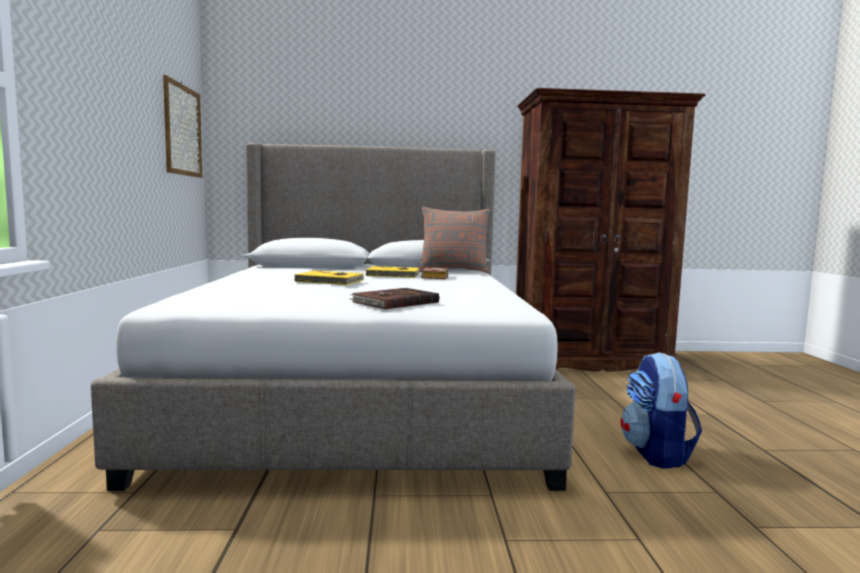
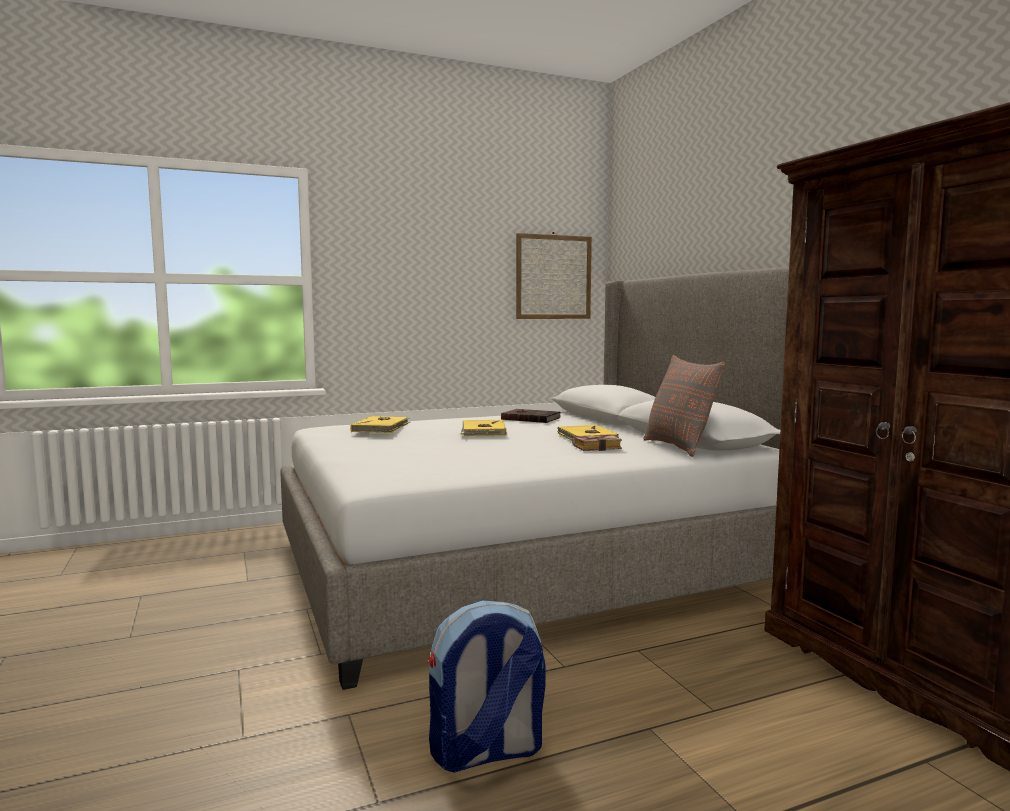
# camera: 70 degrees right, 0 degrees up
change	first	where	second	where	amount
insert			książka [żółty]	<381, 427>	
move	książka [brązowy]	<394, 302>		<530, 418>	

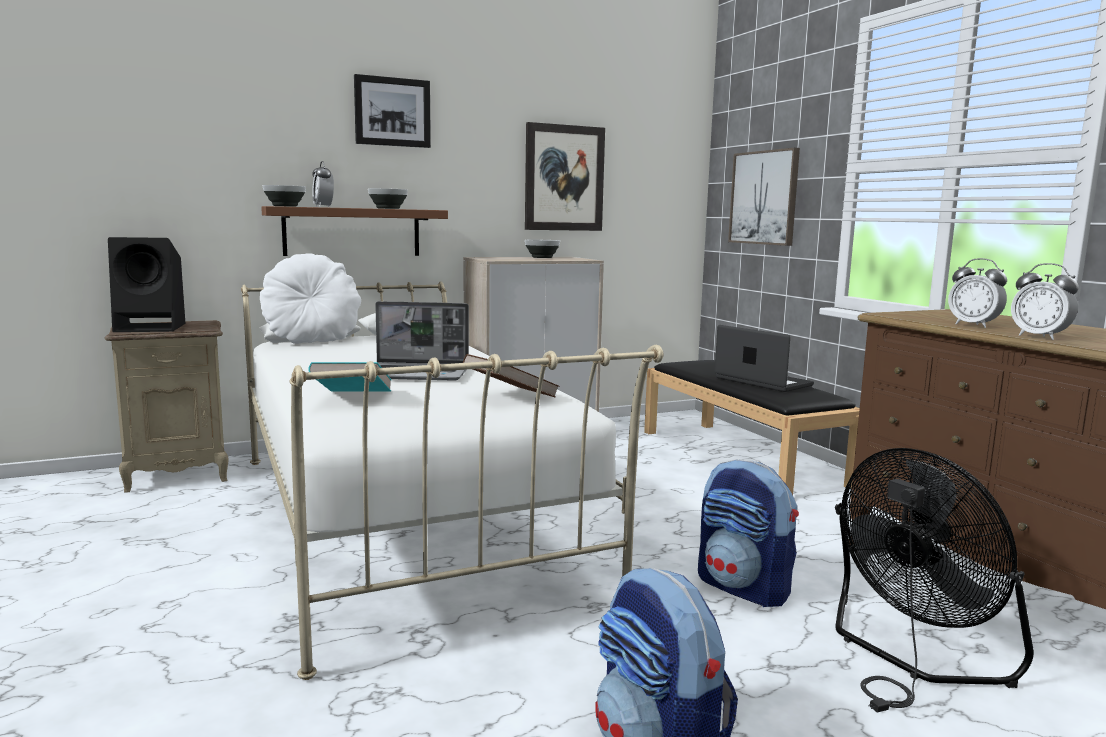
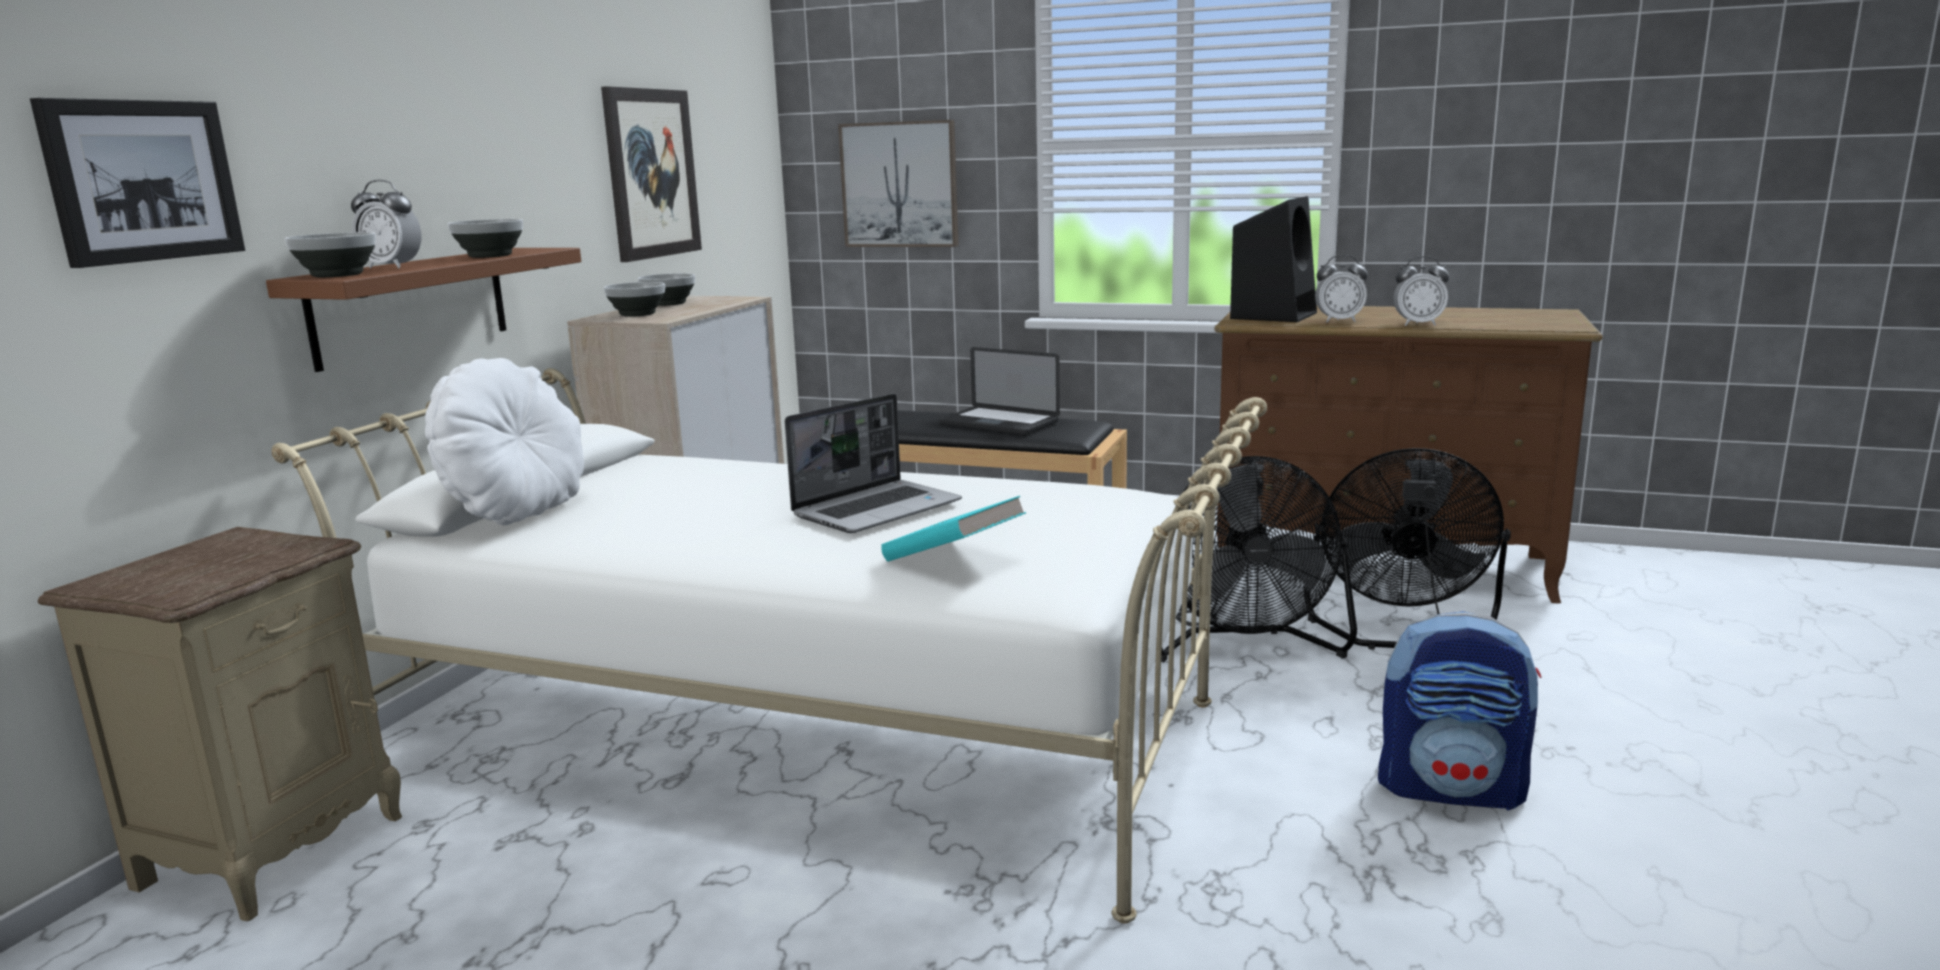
# camera: 45 degrees left, 5 degrees up
change	first	where	second	where	amount
move	obraz	<392, 112>		<141, 181>	
insert			miska	<636, 314>	
rotate	laptop	<763, 382>		<999, 423>	150 degrees counterclockwise
replace	plecak	<744, 588>	wentylator [czarny]	<1237, 643>	
move	głośnik [czarny]	<152, 327>		<1273, 315>	
delete	książka [brązowy]	<510, 396>			

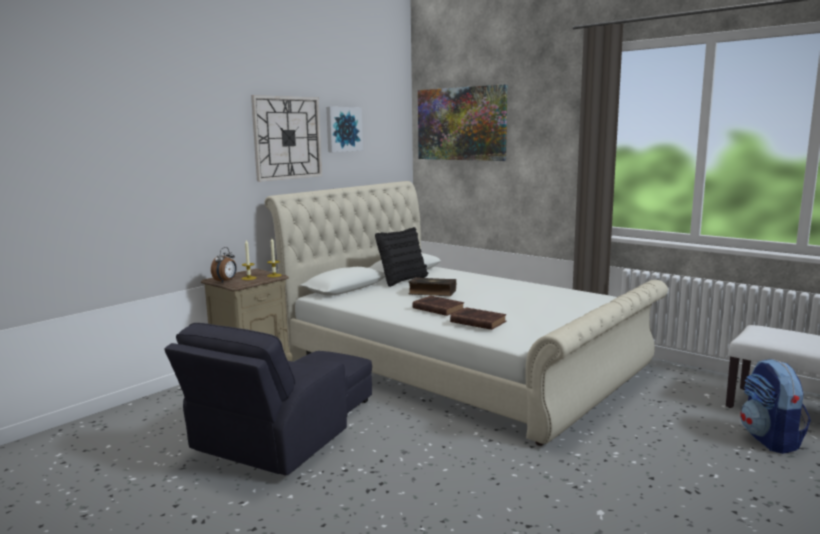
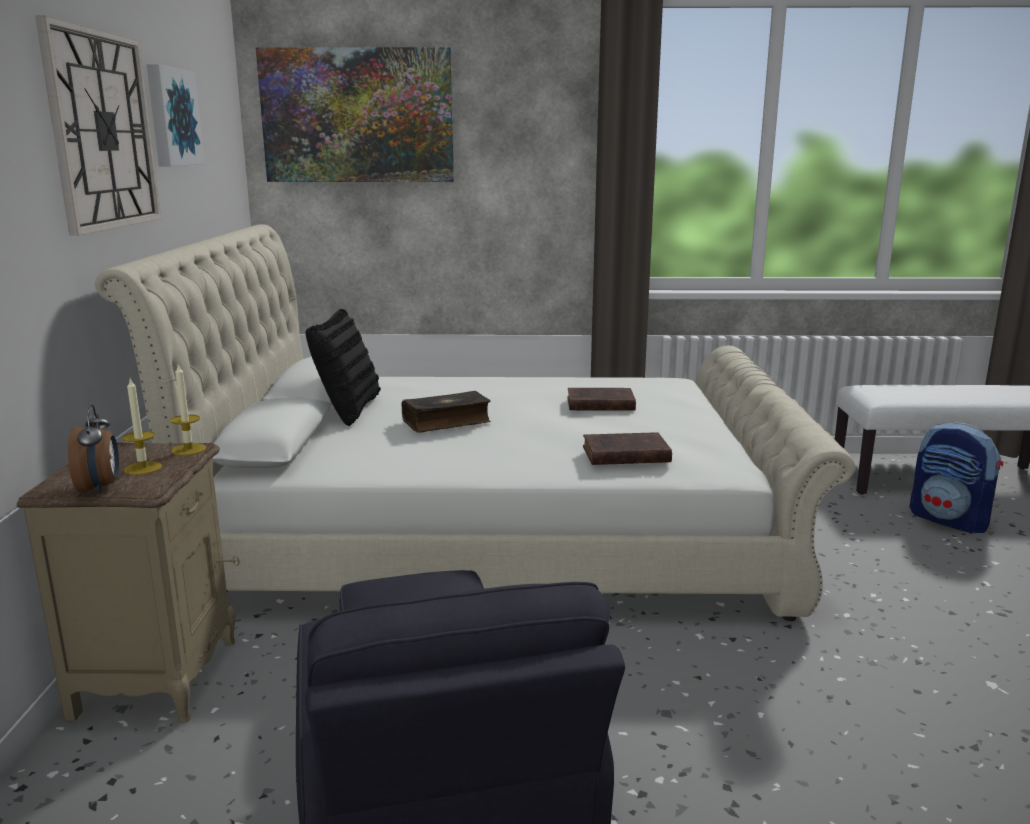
# camera: 40 degrees left, 5 degrees up
change	first	where	second	where	amount
move	książka [brązowy]	<437, 308>		<598, 404>	

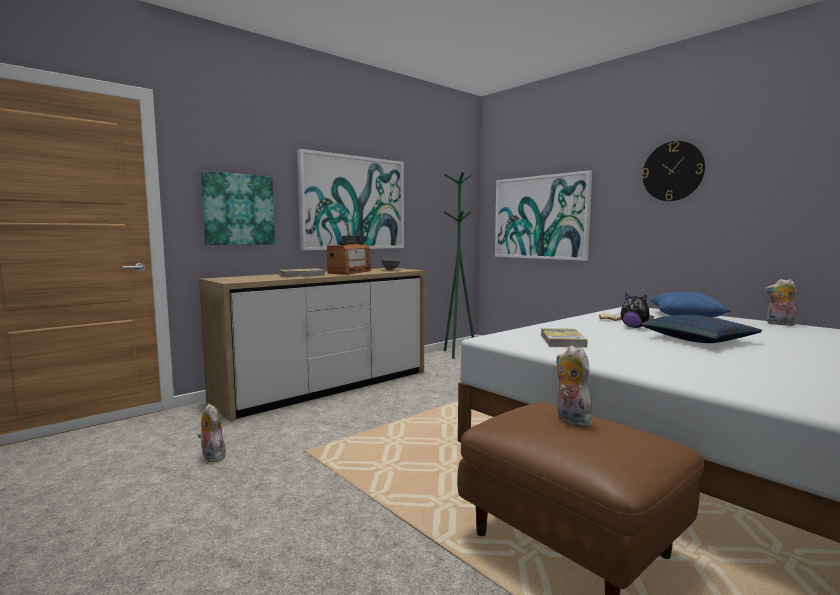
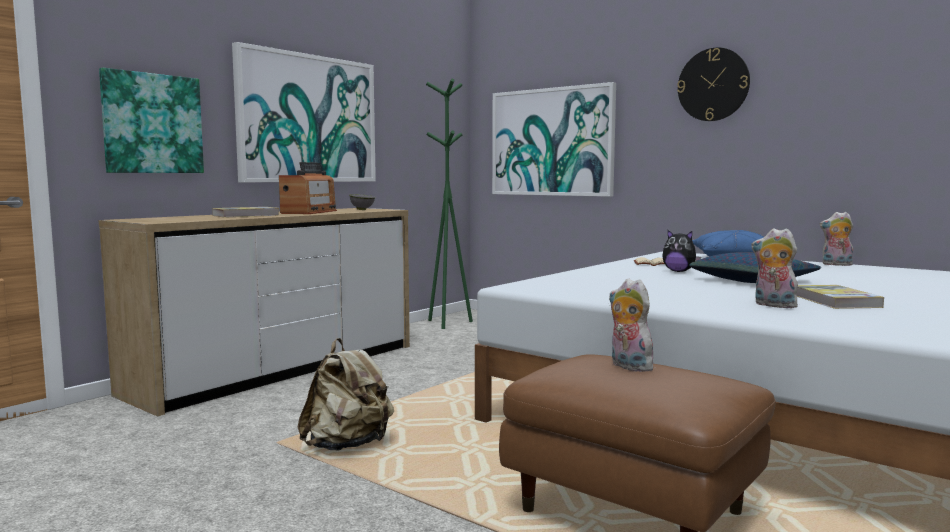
# camera: 10 degrees left, 0 degrees up
change	first	where	second	where	amount
insert			plecak [beżowy]	<348, 445>	
move	pluszak	<211, 457>		<773, 305>	
move	książka	<562, 340>		<835, 301>	

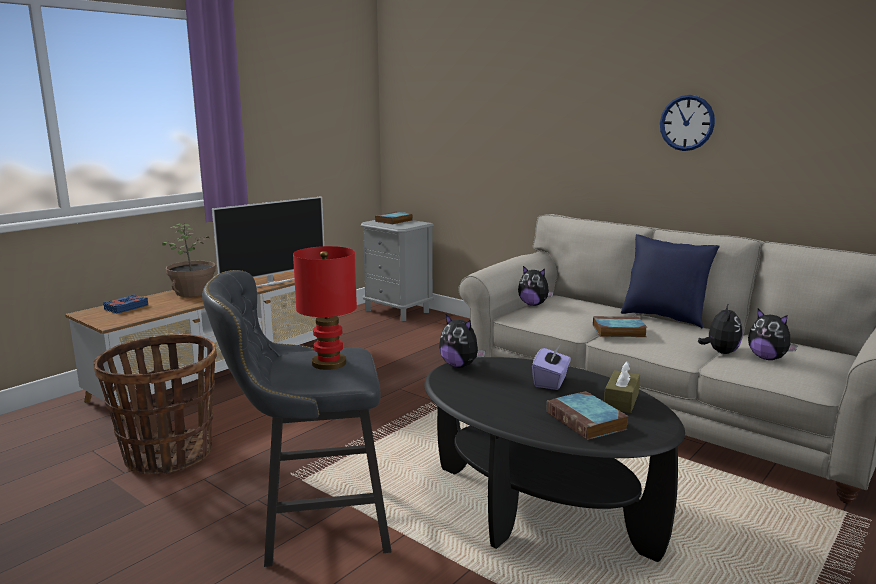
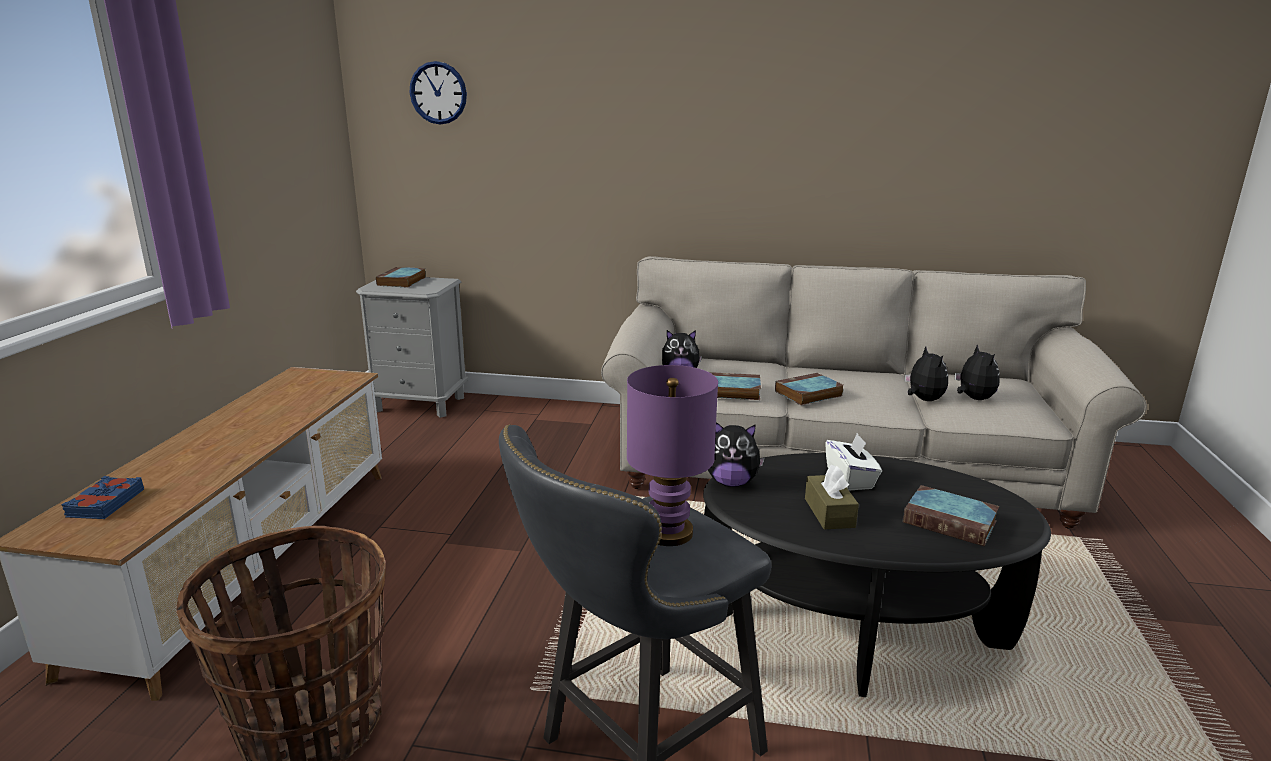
# camera: 30 degrees left, 5 degrees up
change	first	where	second	where	amount
move	zegar ścienny	<687, 123>		<438, 93>	
recolor	lampa stołowa [czerwony]	<328, 363>	lampa stołowa [fioletowy]	<667, 532>	
insert			książka	<731, 391>	
move	pudełko chusteczek [brązowy]	<621, 401>		<829, 513>	
recolor	pudełko chusteczek [fioletowy]	<551, 381>	pudełko chusteczek [biały]	<850, 479>	
rotate	pluszak	<767, 358>		<973, 398>	120 degrees counterclockwise
delete	roślina doniczkowa	<193, 292>			
delete	telewizor	<272, 283>			
delete	poduszka [niebieski]	<664, 317>			

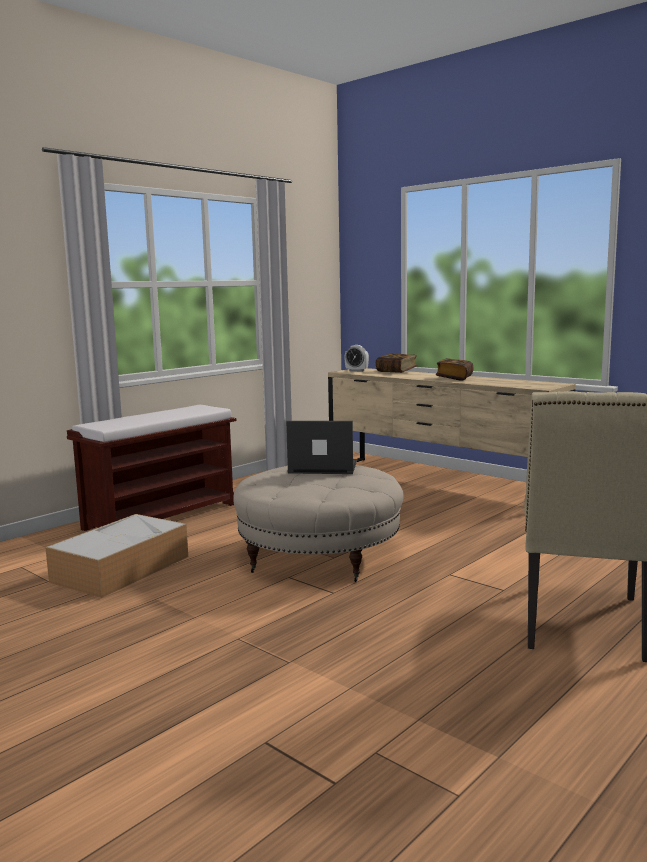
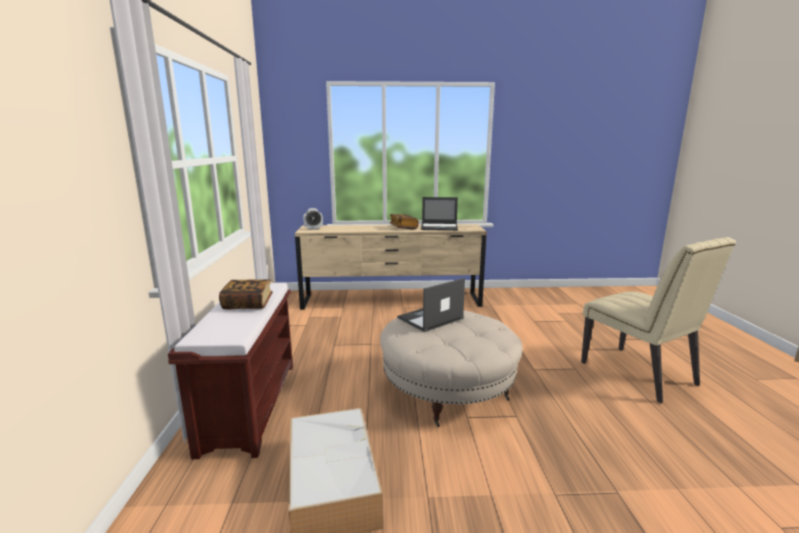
# camera: 45 degrees left, 5 degrees up
change	first	where	second	where	amount
move	książka	<396, 371>		<248, 304>	
insert			laptop	<440, 227>	

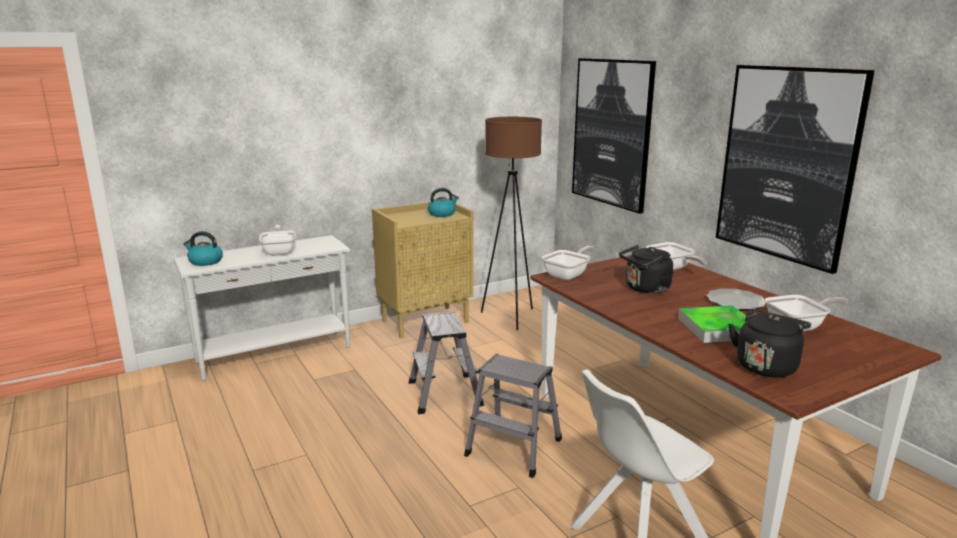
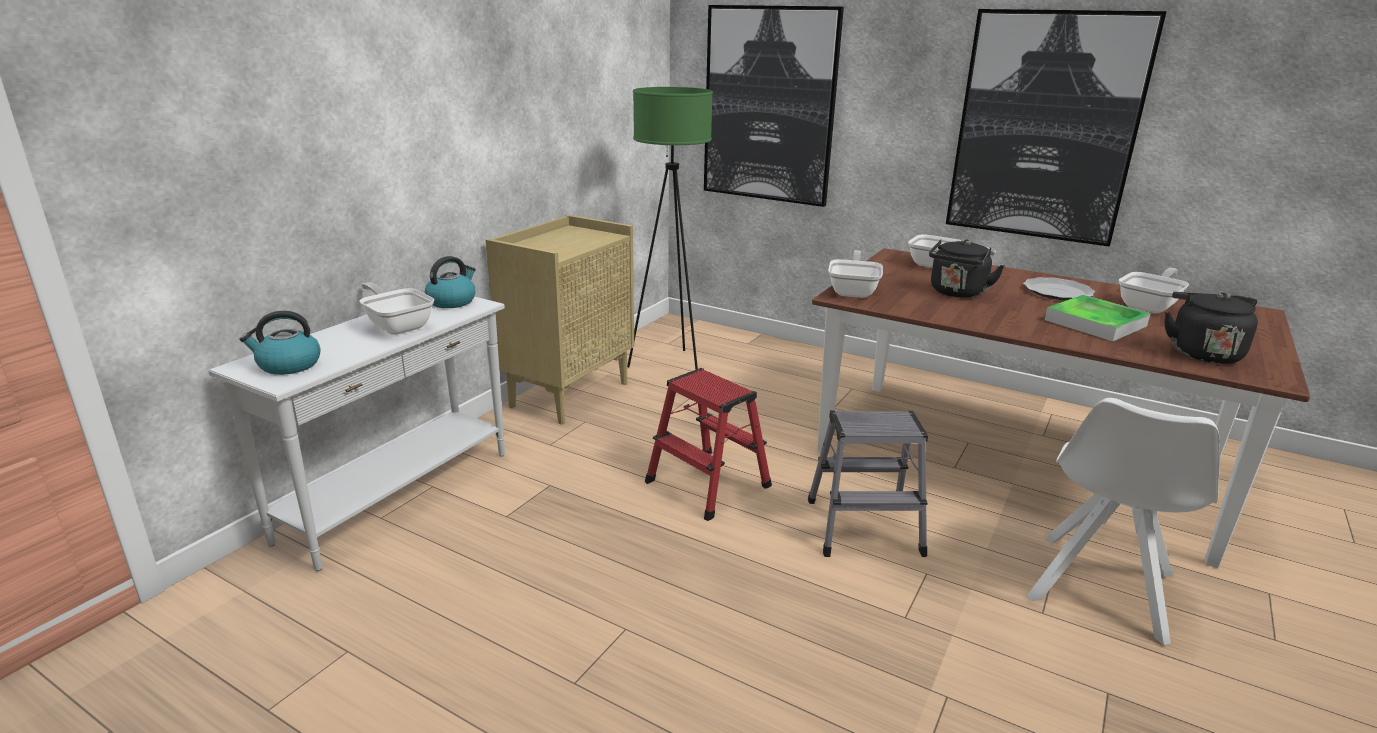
# camera: 30 degrees left, 5 degrees up
change	first	where	second	where	amount
move	czajnik	<442, 214>		<452, 301>	
recolor	lampa stojąca [brązowy]	<510, 317>	lampa stojąca [zielony]	<670, 366>	
recolor	drabinka [szary]	<445, 393>	drabinka [czerwony]	<708, 484>	

